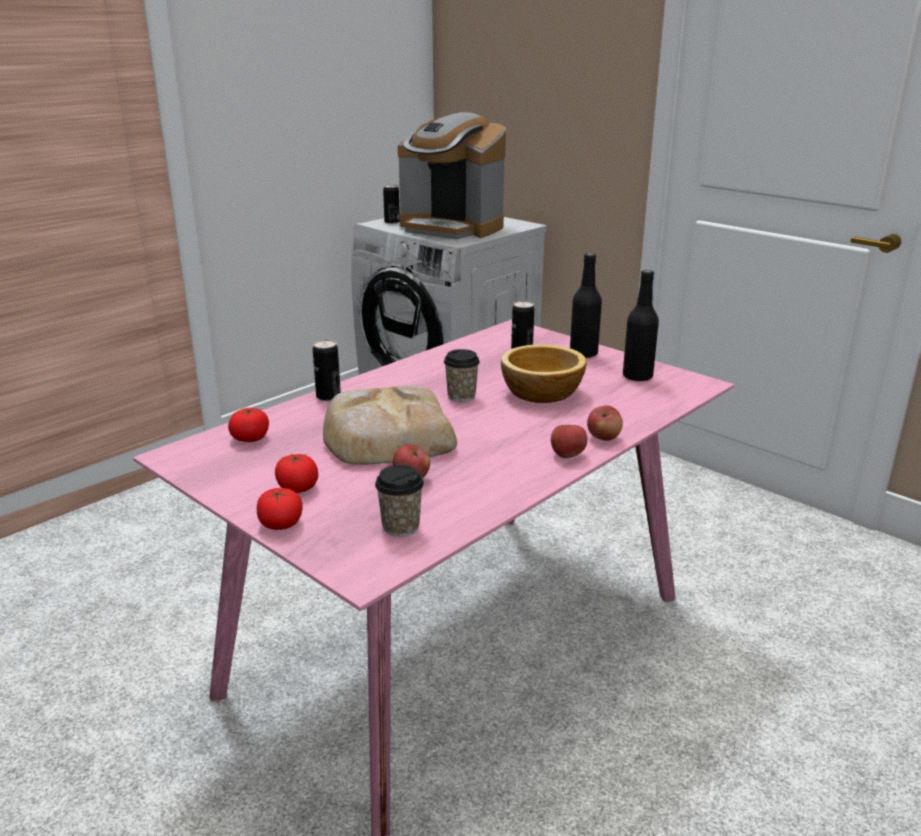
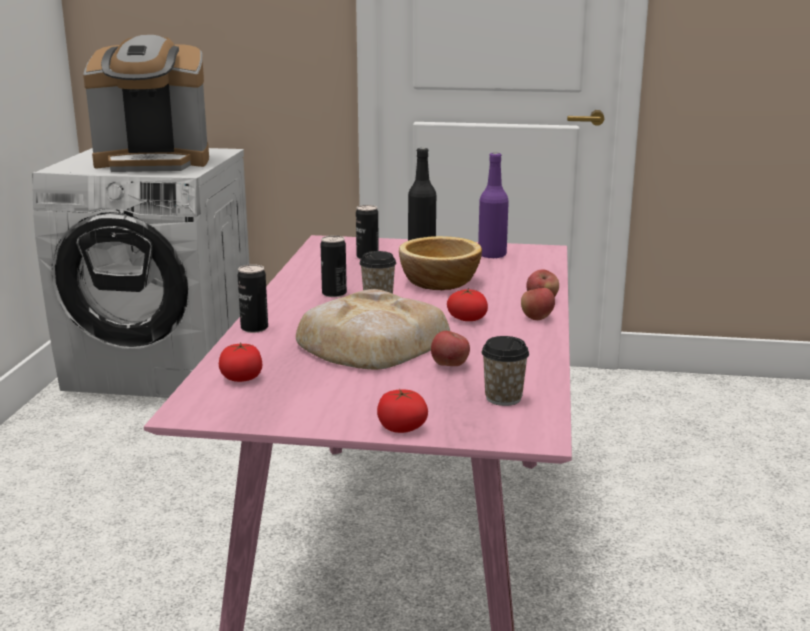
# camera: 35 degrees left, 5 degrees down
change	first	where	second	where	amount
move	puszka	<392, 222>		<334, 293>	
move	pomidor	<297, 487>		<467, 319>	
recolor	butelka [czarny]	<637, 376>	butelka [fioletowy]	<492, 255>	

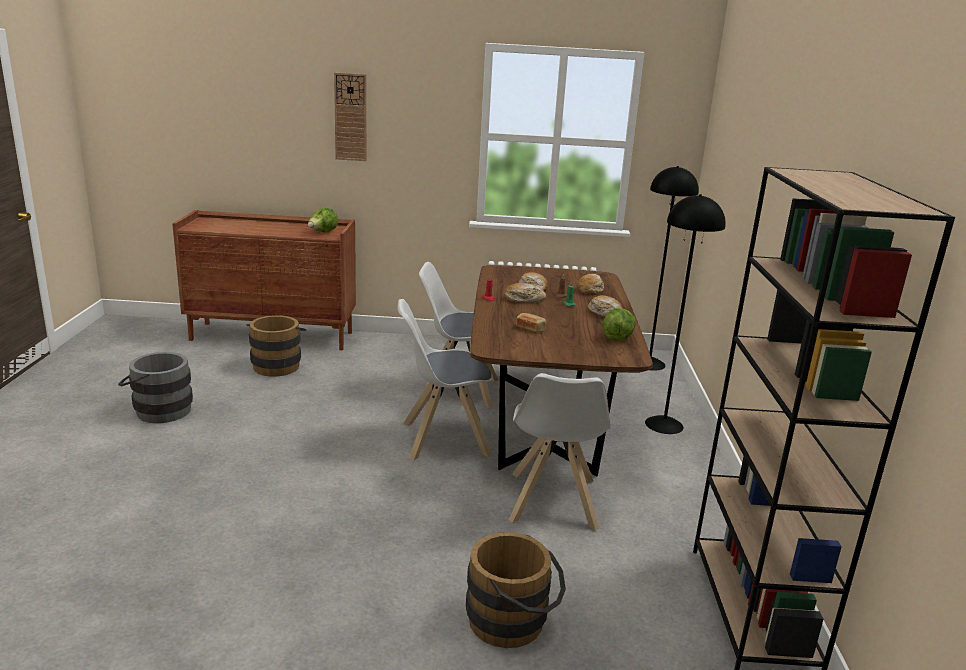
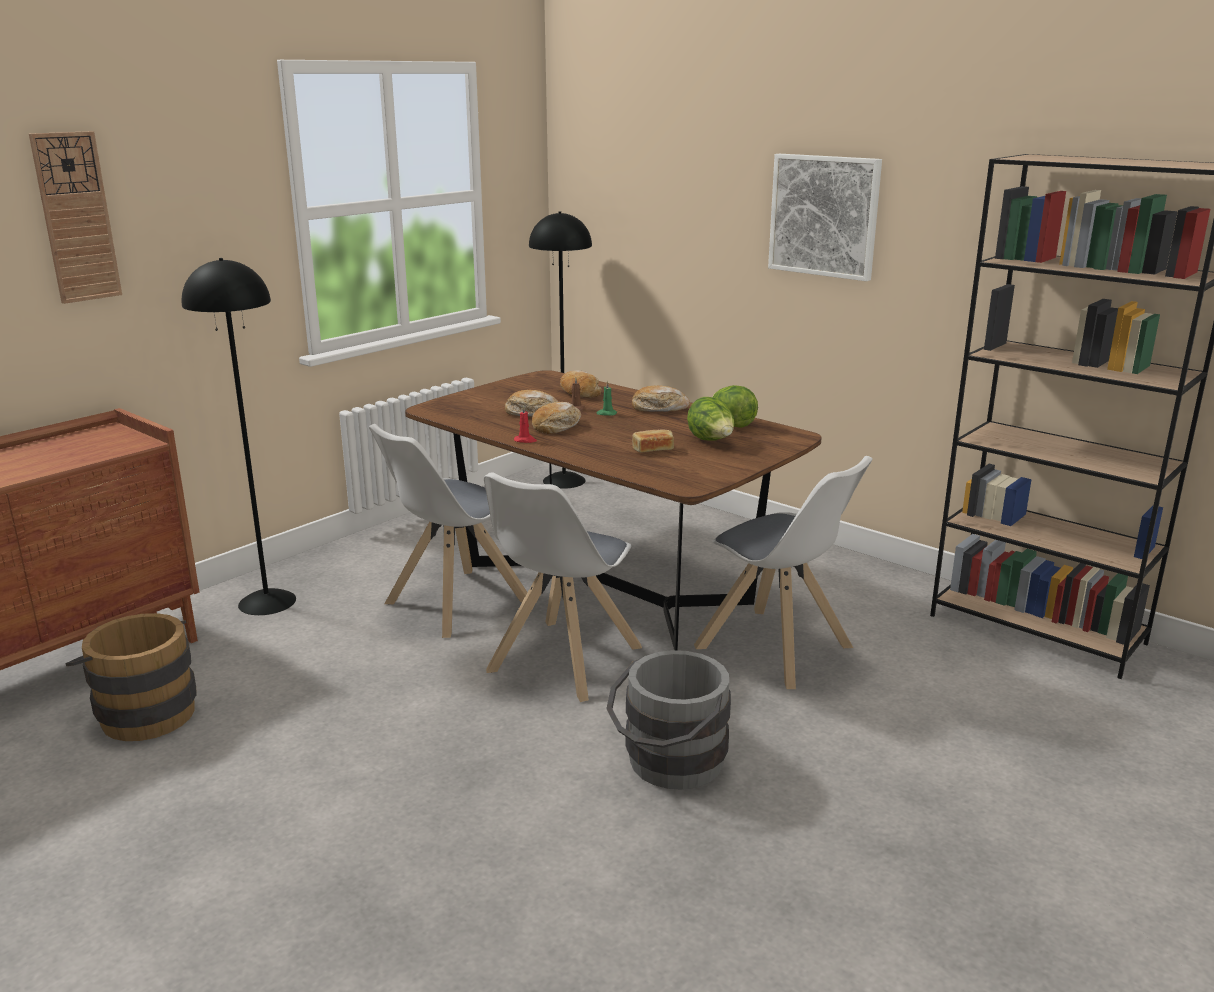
# camera: 50 degrees left, 0 degrees up
change	first	where	second	where	amount
move	lampa stojąca [czarny]	<664, 424>		<267, 601>	
move	wiadro [szary]	<158, 410>		<669, 764>	
move	sałata	<322, 232>		<711, 441>	
insert			obraz	<824, 216>	
delete	wiadro [brązowy]	<513, 622>			

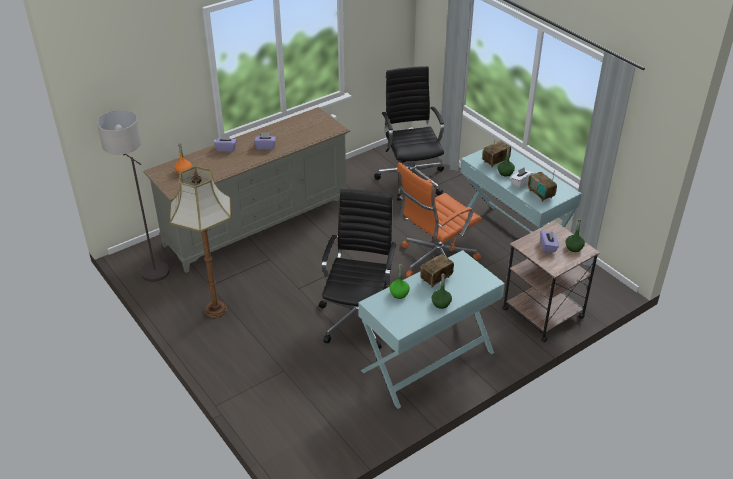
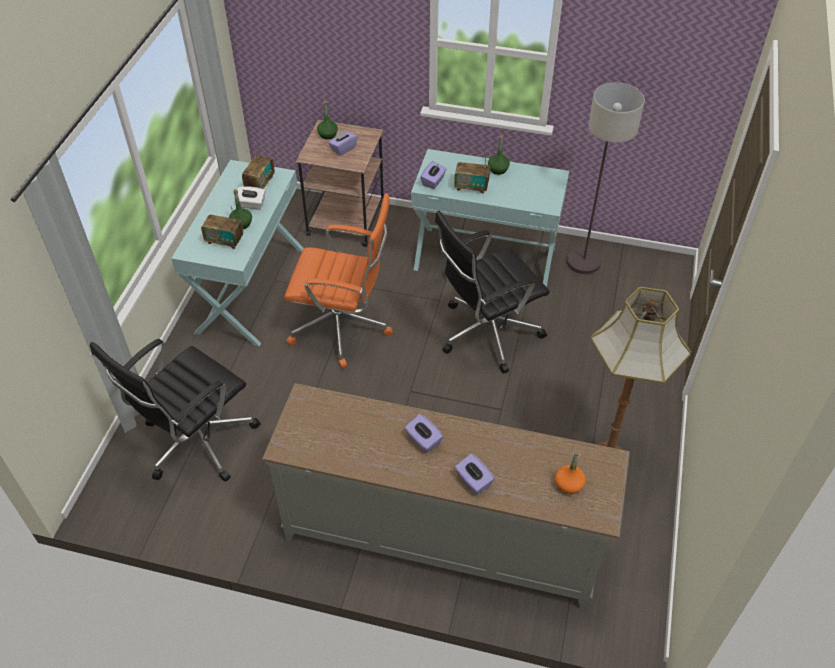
# camera: 130 degrees left, 10 degrees up
change	first	where	second	where	amount
insert			pudełko chusteczek [fioletowy]	<433, 181>	
move	lampa stojąca [szary]	<149, 268>		<584, 269>	
delete	butelka [zielony]	<399, 293>			

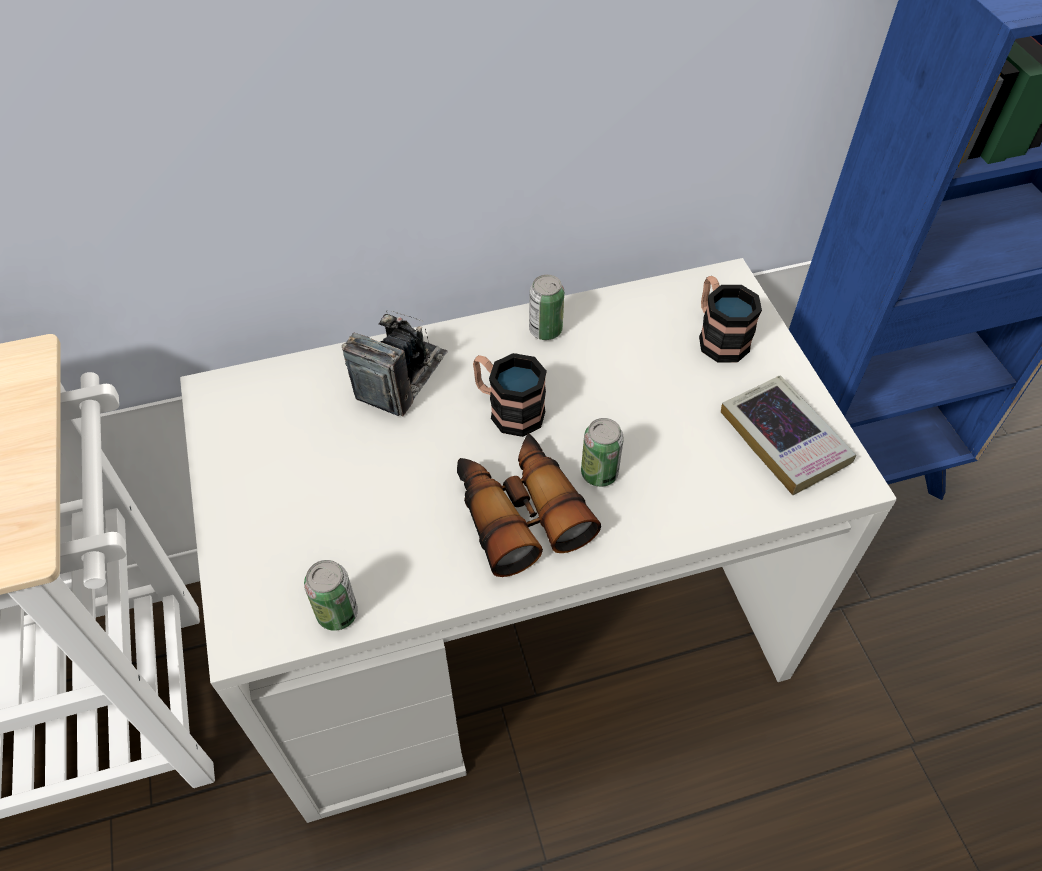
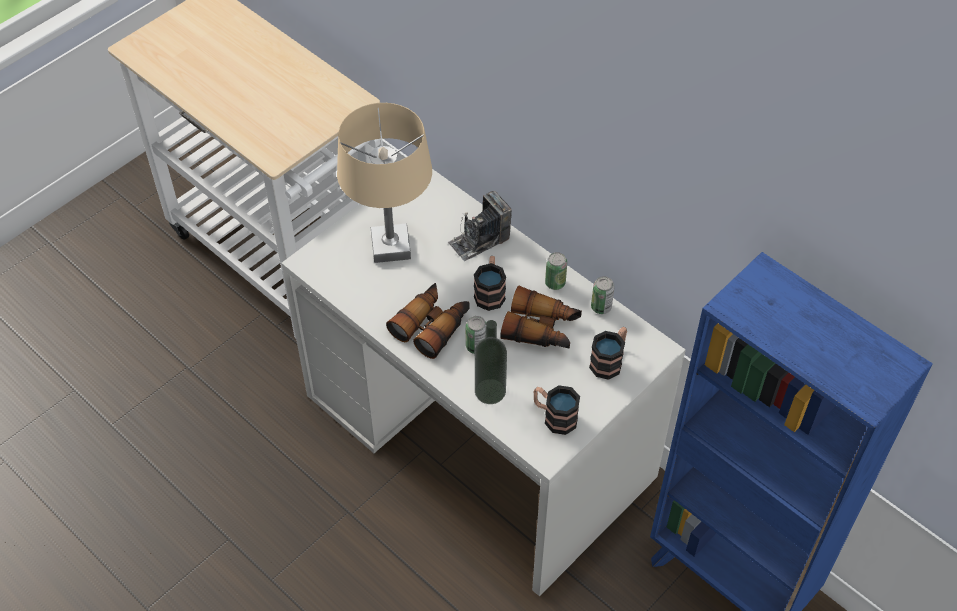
# camera: 60 degrees right, 0 degrees up
change	first	where	second	where	amount
insert			lampa stołowa [beżowy]	<391, 247>	
rotate	aparat fotograficzny	<401, 377>		<479, 240>	150 degrees clockwise
insert			butelka	<490, 391>	
insert			lornetka	<542, 328>	
replace	książka	<784, 439>	kubek	<554, 416>	
move	puszka	<337, 613>		<601, 307>	

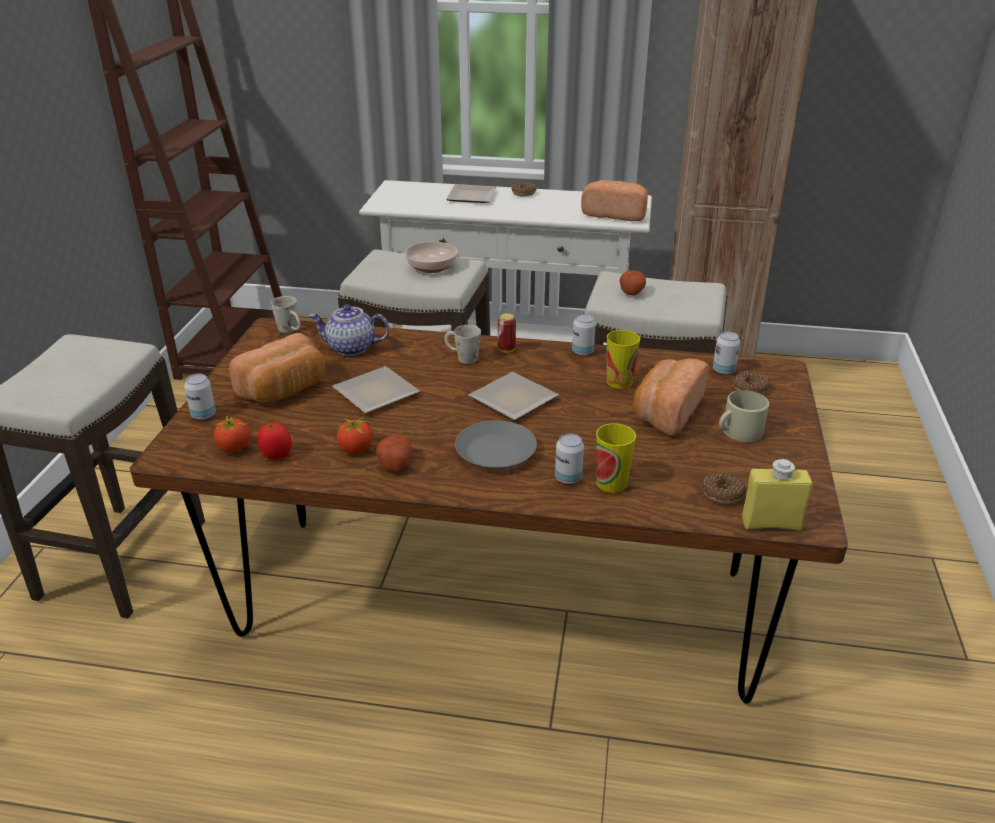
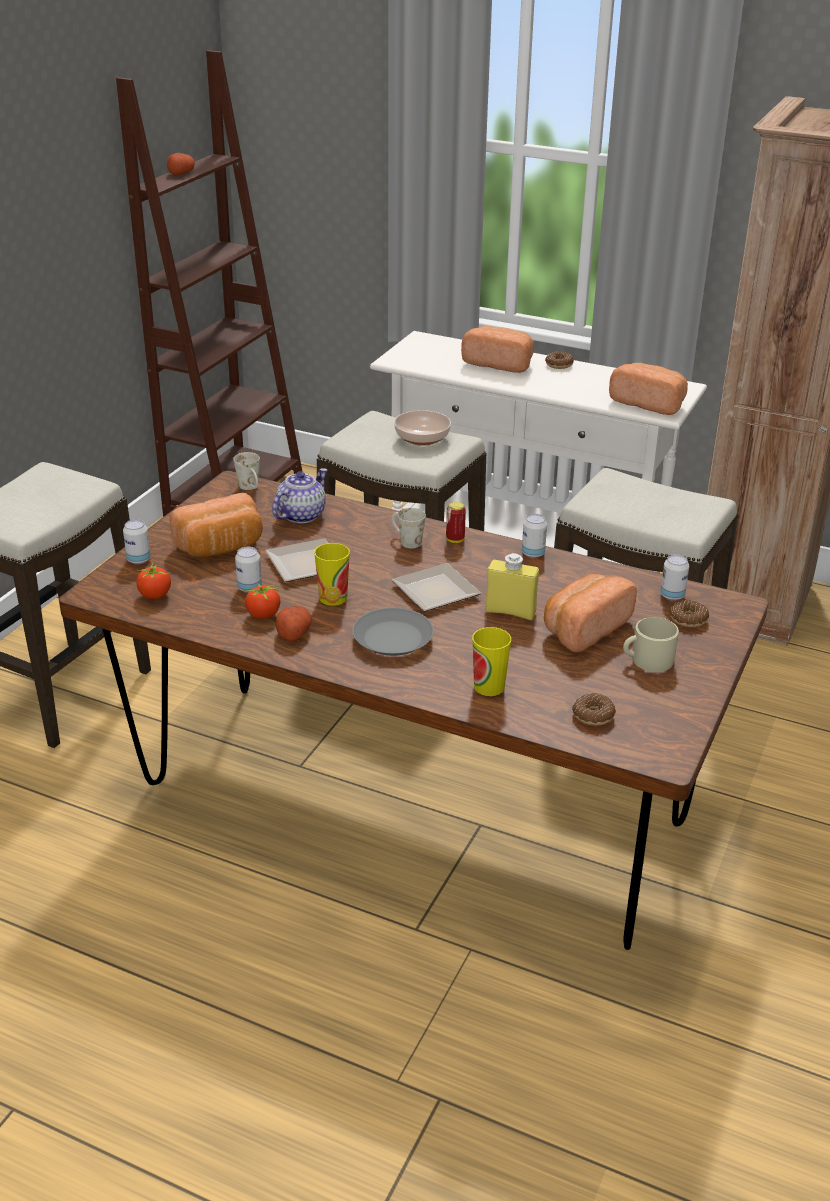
# camera: 15 degrees right, 0 degrees up
change	first	where	second	where	amount
move	ziemniak	<631, 291>		<181, 173>	
move	puszka	<568, 478>		<249, 588>	
rotate	imbryk	<350, 348>		<301, 515>	105 degrees clockwise
move	filiżanka	<619, 382>		<333, 598>	
replace	talerz	<472, 197>	chleb	<499, 363>	
move	butelka [żółty]	<771, 523>		<510, 612>	
delete	pomidor	<276, 455>			

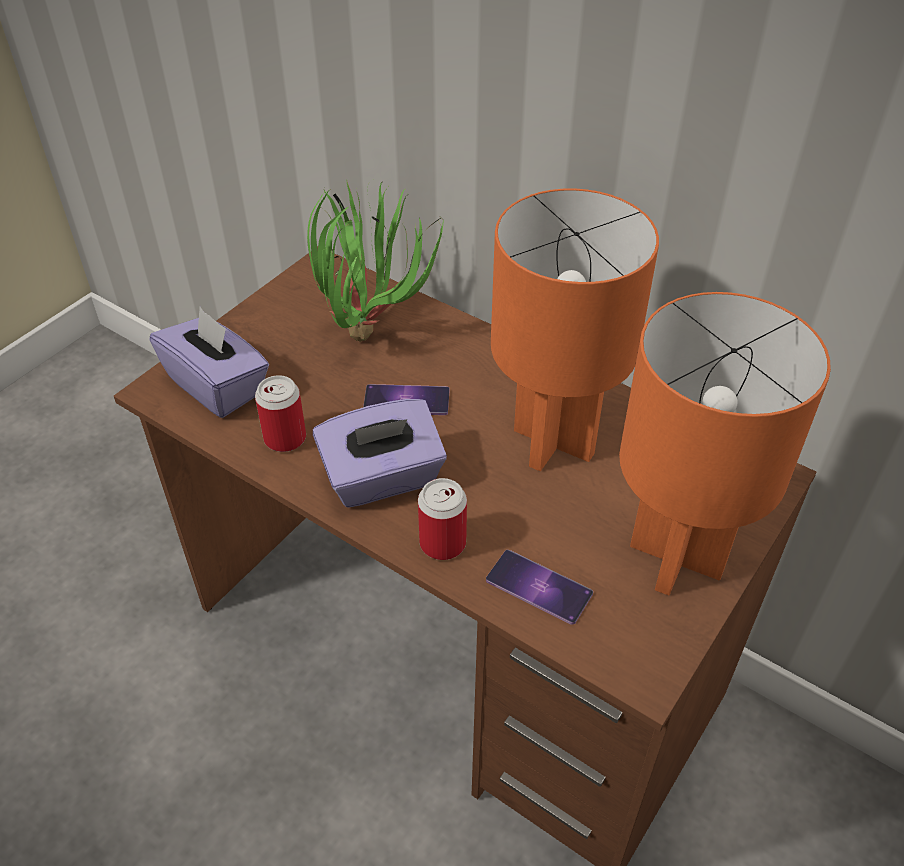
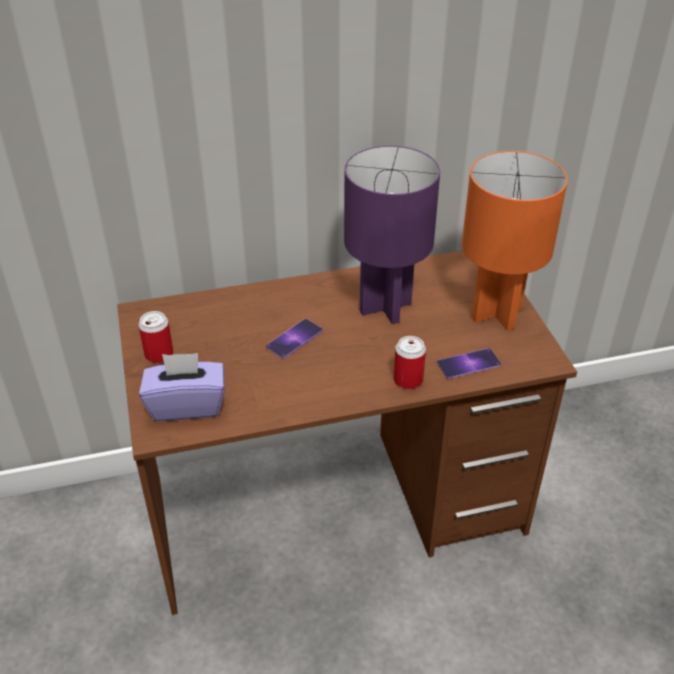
# camera: 50 degrees left, 5 degrees down
change	first	where	second	where	amount
move	puszka	<285, 438>		<159, 354>	
recolor	lampa stołowa [pomarańczowy]	<555, 442>	lampa stołowa [fioletowy]	<386, 306>	
delete	roślina doniczkowa	<371, 326>			
delete	pudełko chusteczek [fioletowy]	<382, 478>			

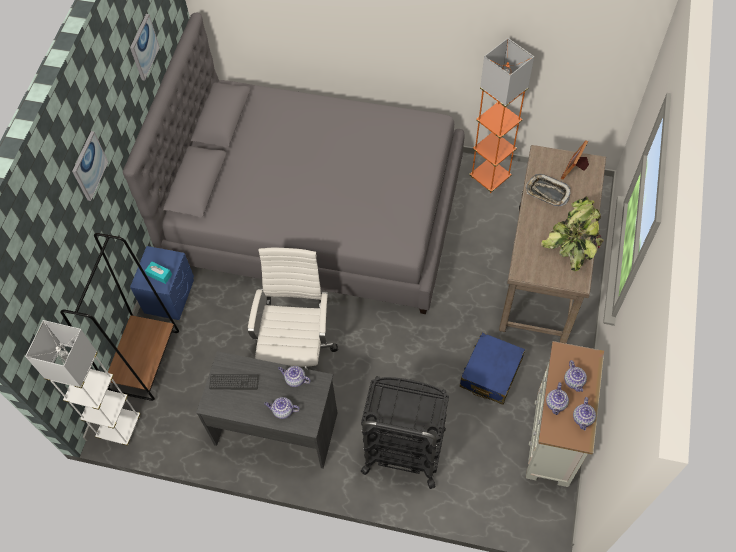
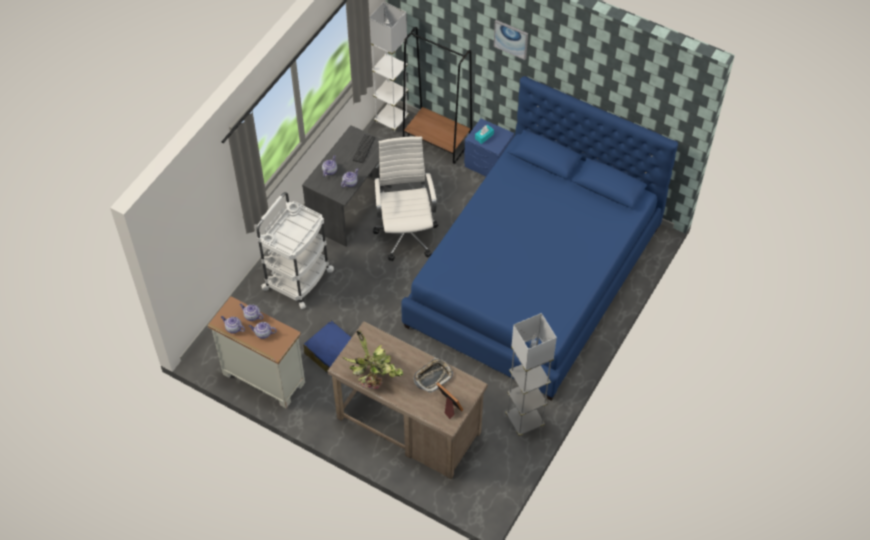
# camera: 105 degrees right, 5 degrees down
change	first	where	second	where	amount
recolor	wózek [czarny]	<404, 450>	wózek [biały]	<298, 280>	
rotate	krzesło biurowe [biały]	<297, 353>		<406, 233>	120 degrees counterclockwise
recolor	łóżko [szary]	<315, 212>	łóżko [niebieski]	<534, 276>	
recolor	lampa stojąca [pomarańczowy]	<490, 177>	lampa stojąca [szary]	<524, 420>	
delete	obraz	<143, 47>			

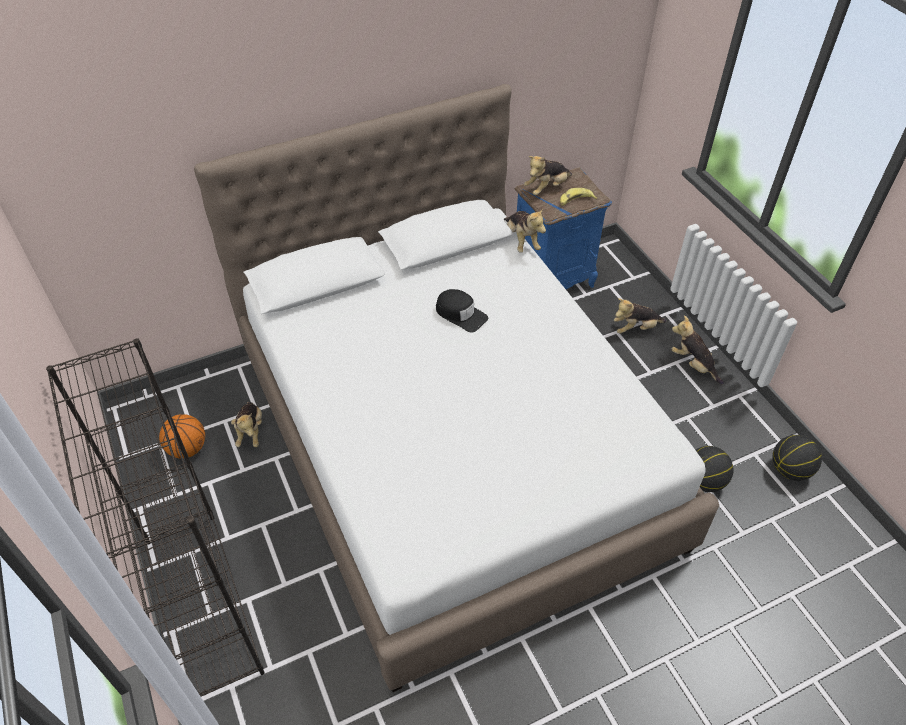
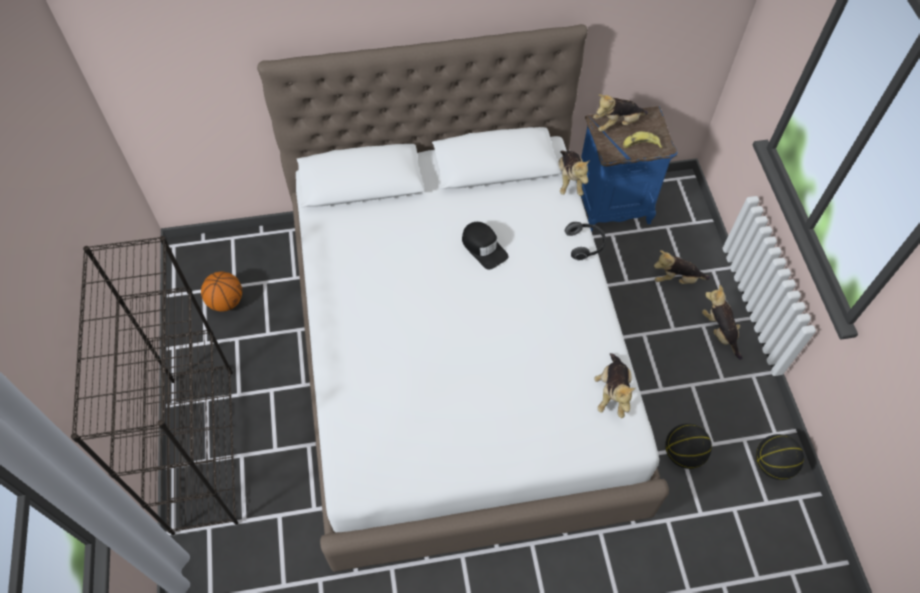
# camera: 15 degrees right, 10 degrees up
change	first	where	second	where	amount
insert			słuchawki	<585, 245>	
move	pluszak	<250, 431>		<612, 392>	

